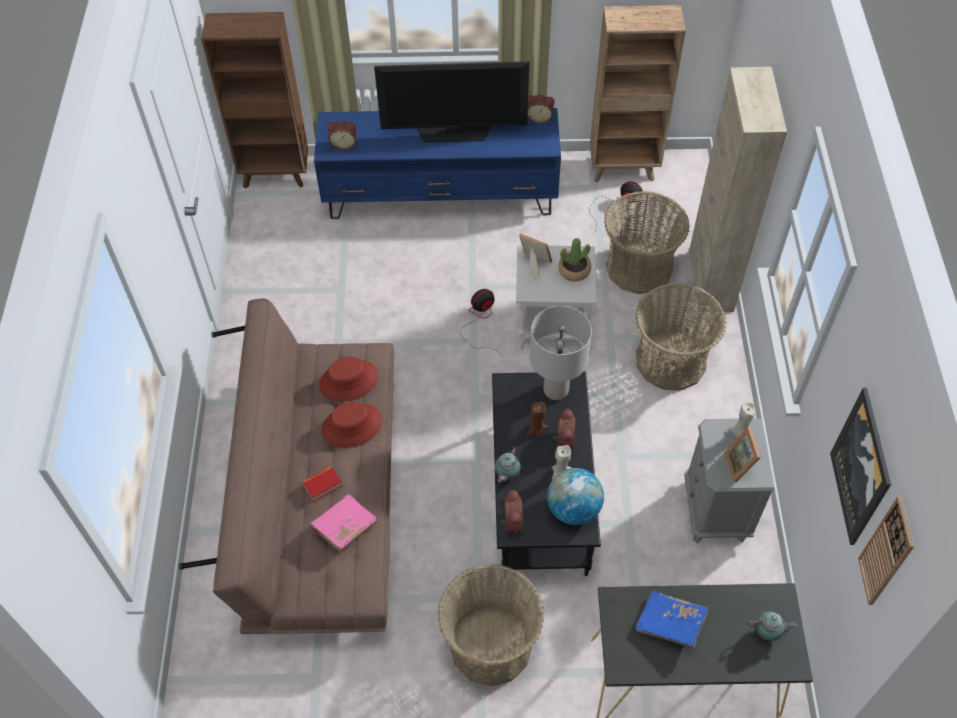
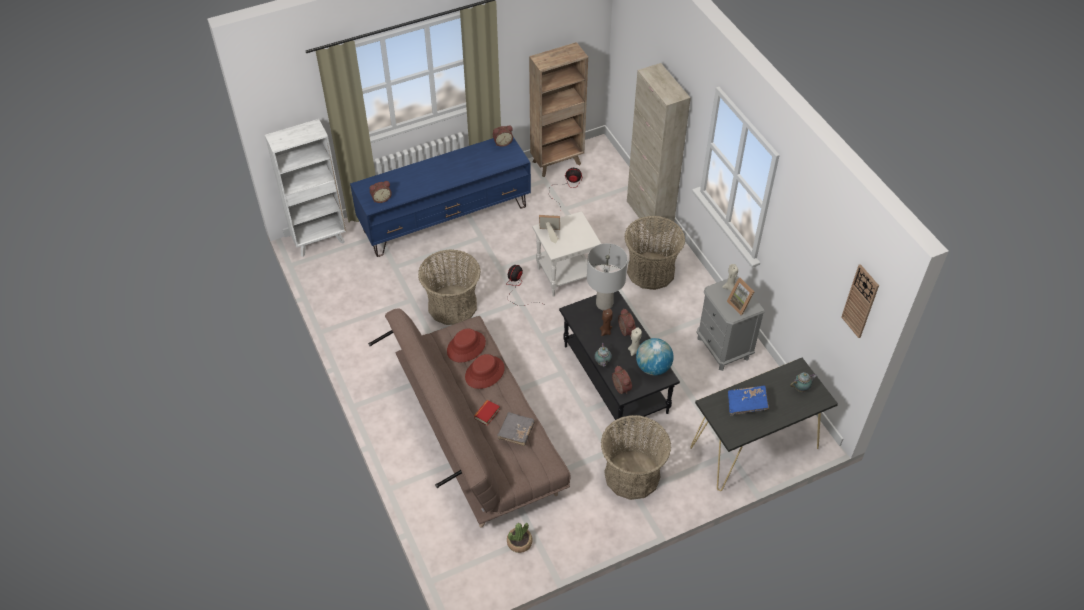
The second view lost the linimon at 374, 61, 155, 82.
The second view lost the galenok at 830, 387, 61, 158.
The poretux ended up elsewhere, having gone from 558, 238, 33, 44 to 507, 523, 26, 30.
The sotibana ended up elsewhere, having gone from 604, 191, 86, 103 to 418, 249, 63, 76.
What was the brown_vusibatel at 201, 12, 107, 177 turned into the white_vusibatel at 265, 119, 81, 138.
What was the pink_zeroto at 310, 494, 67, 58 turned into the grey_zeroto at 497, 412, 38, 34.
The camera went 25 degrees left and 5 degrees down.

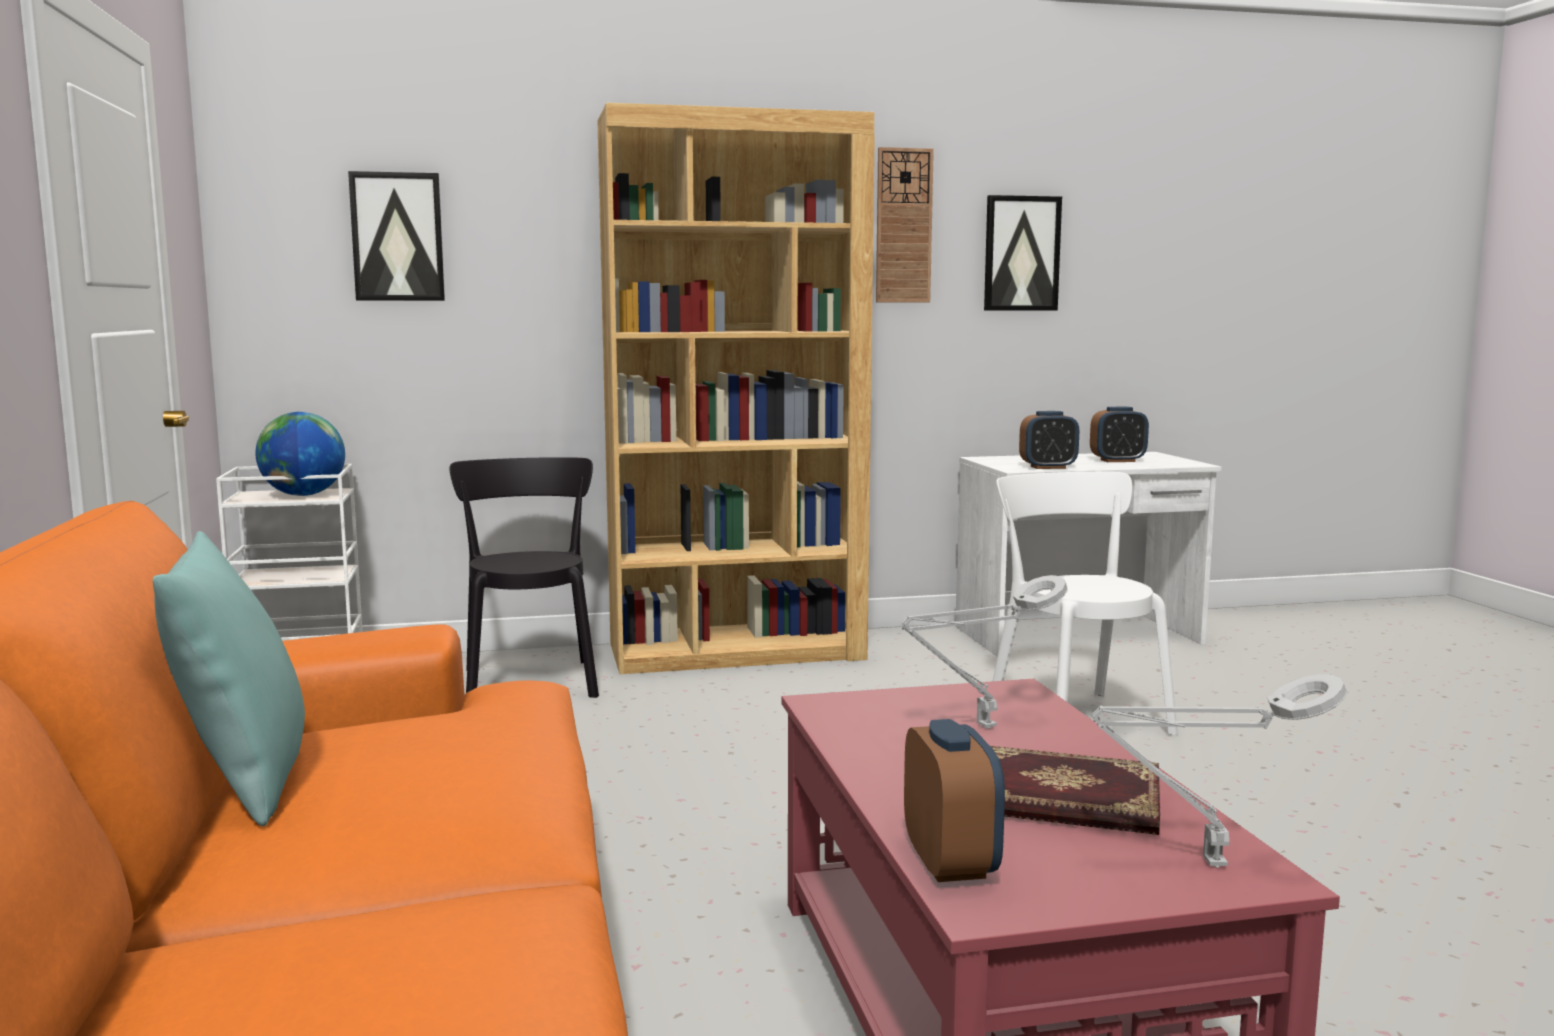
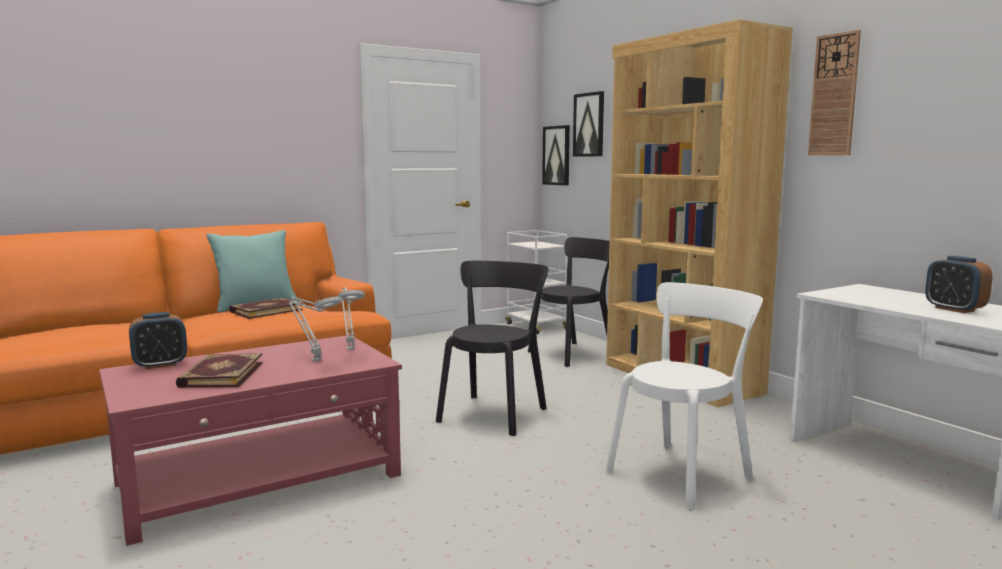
The second view lost the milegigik at 256, 412, 89, 84.
The second view lost the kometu at 1019, 411, 60, 58.
The second view gained the zeroto at 229, 298, 74, 21.
The second view gained the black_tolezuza at 436, 261, 112, 175.
The galenok ended up elsewhere, having gone from 984, 195, 78, 116 to 542, 125, 28, 60.
The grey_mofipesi ended up elsewhere, having gone from 1092, 674, 255, 194 to 338, 287, 27, 63.
The camera went 70 degrees right and 0 degrees up.

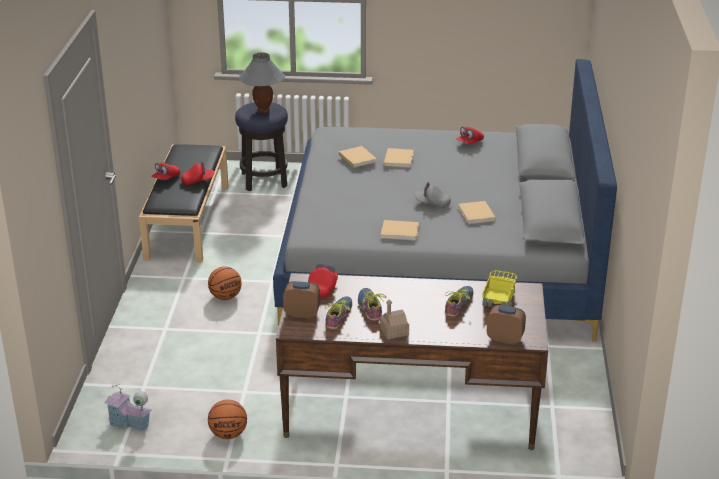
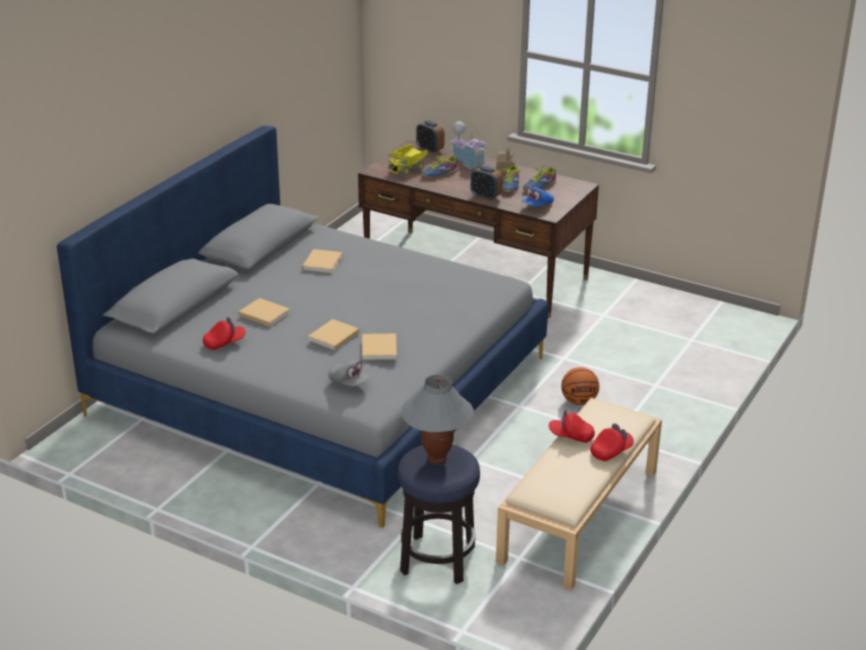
The second view lost the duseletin at 208, 400, 39, 39.
The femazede ended up elsewhere, having gone from 104, 384, 48, 47 to 451, 121, 35, 48.
The kometu ended up elsewhere, having gone from 283, 281, 37, 37 to 471, 166, 32, 35.
The beige_zeroto ended up elsewhere, having gone from 381, 220, 38, 21 to 239, 298, 51, 29.
The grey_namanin ended up elsewhere, having gone from 415, 182, 36, 26 to 328, 360, 42, 26.
What was the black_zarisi at 139, 144, 90, 119 turned into the beige_zarisi at 496, 398, 166, 192.
What was the red_namanin at 308, 263, 30, 35 turned into the blue_namanin at 522, 187, 32, 20.
The camera went 155 degrees left and 0 degrees up.

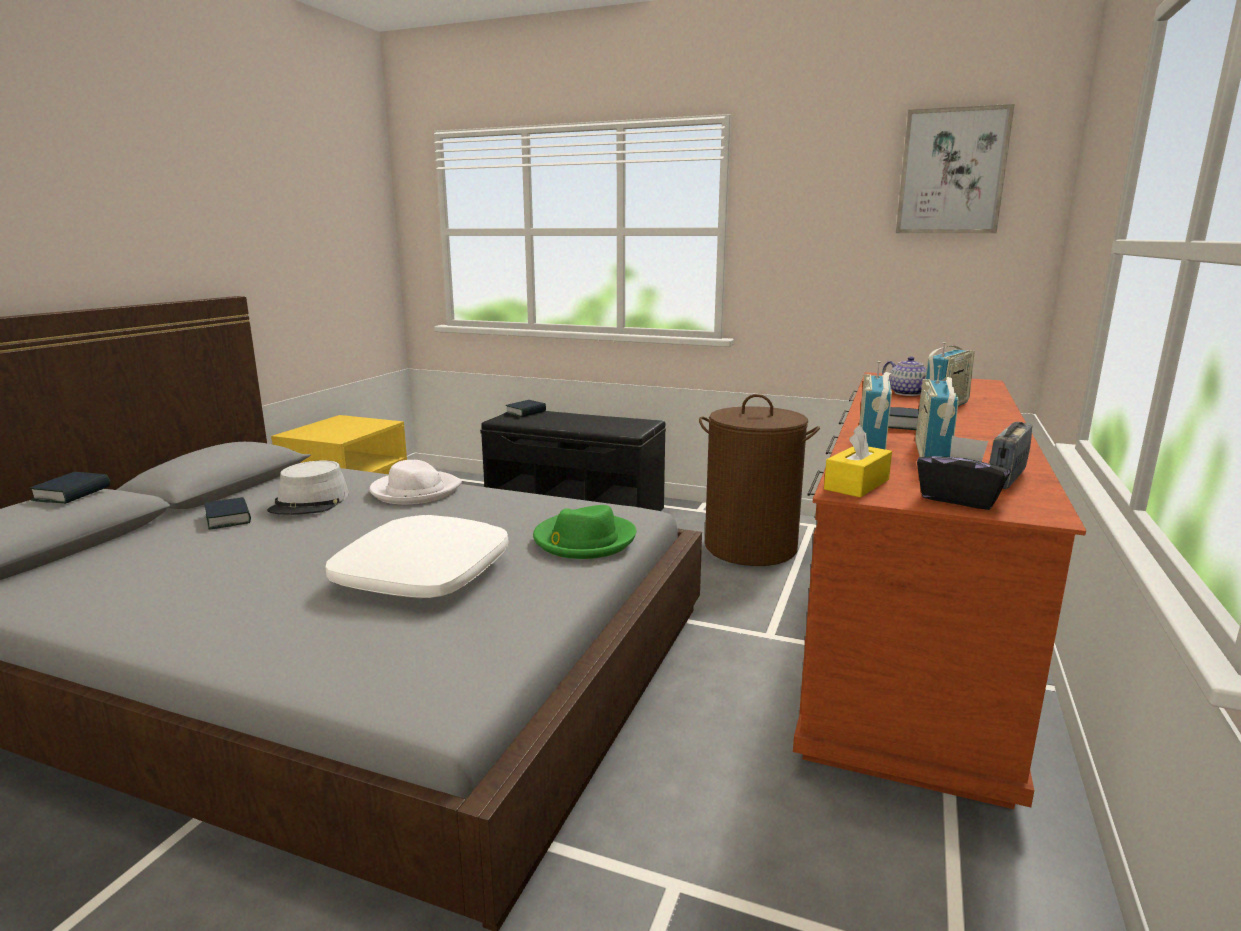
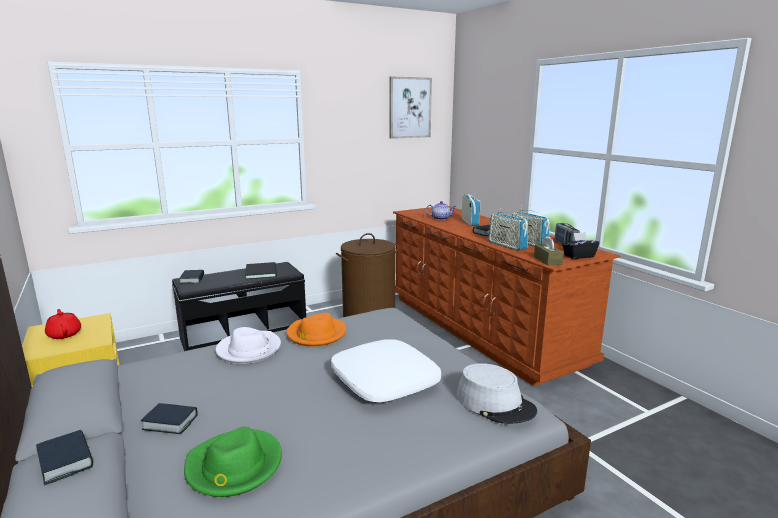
The second view gained the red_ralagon at 45, 309, 36, 30.
The second view gained the black_zeroto at 245, 262, 32, 17.
The second view gained the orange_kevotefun at 286, 313, 60, 34.
The grey_kevotefun ended up elsewhere, having gone from 267, 460, 82, 55 to 457, 363, 80, 61.
The green_kevotefun ended up elsewhere, having gone from 533, 505, 103, 54 to 184, 427, 98, 70.
What was the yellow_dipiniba at 824, 425, 68, 73 turned into the brown_dipiniba at 534, 236, 30, 29.
The camera went 50 degrees left and 0 degrees up.

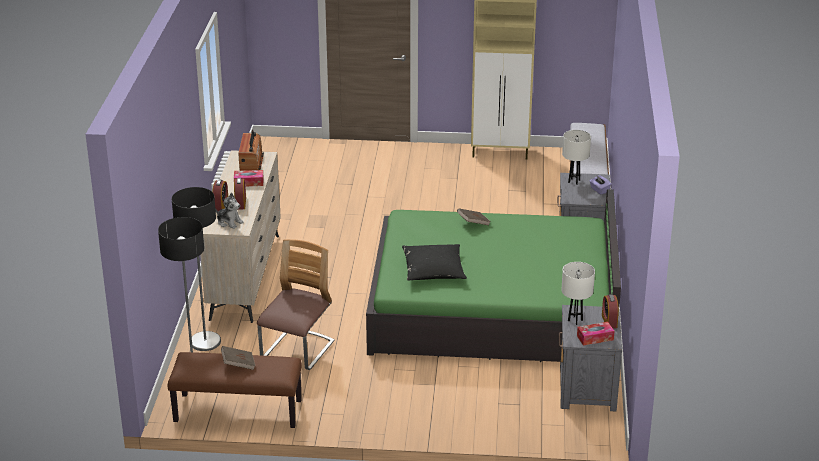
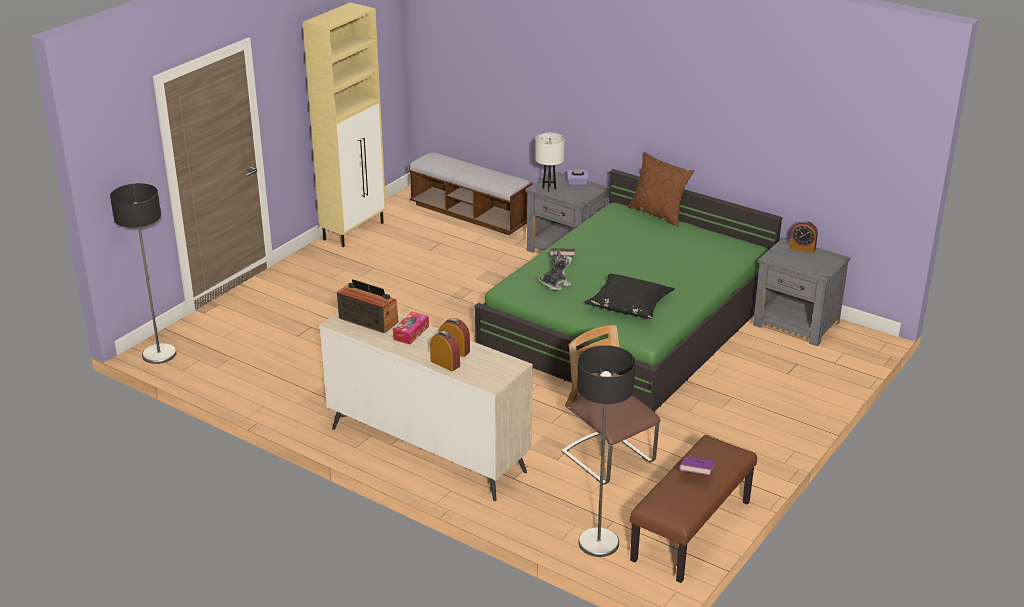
The second view lost the white_mofipesi at 561, 262, 34, 63.
The second view lost the dipiniba at 577, 322, 38, 24.
The second view gained the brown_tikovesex at 628, 152, 66, 75.
The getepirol ended up elsewhere, having gone from 172, 187, 49, 164 to 110, 183, 67, 181.
The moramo ended up elsewhere, having gone from 215, 193, 29, 36 to 539, 250, 33, 40.
What was the brown_zeroto at 221, 346, 34, 24 turned into the purple_zeroto at 679, 456, 36, 19.
The camera went 60 degrees left and 0 degrees up.

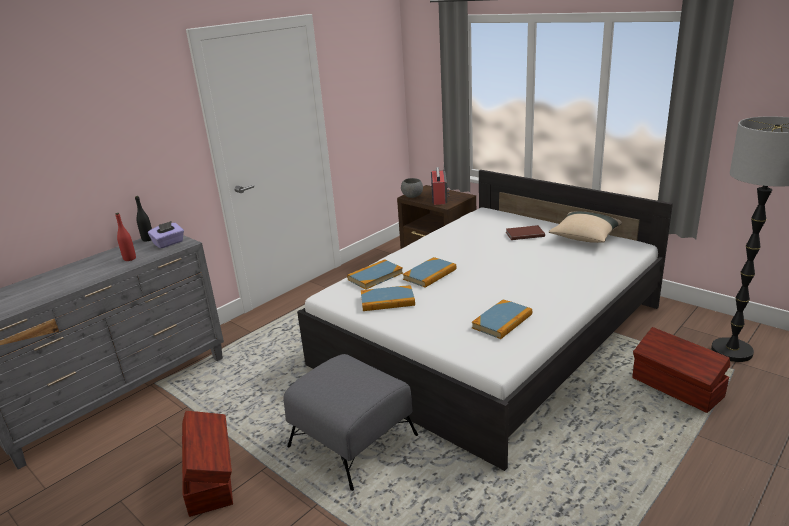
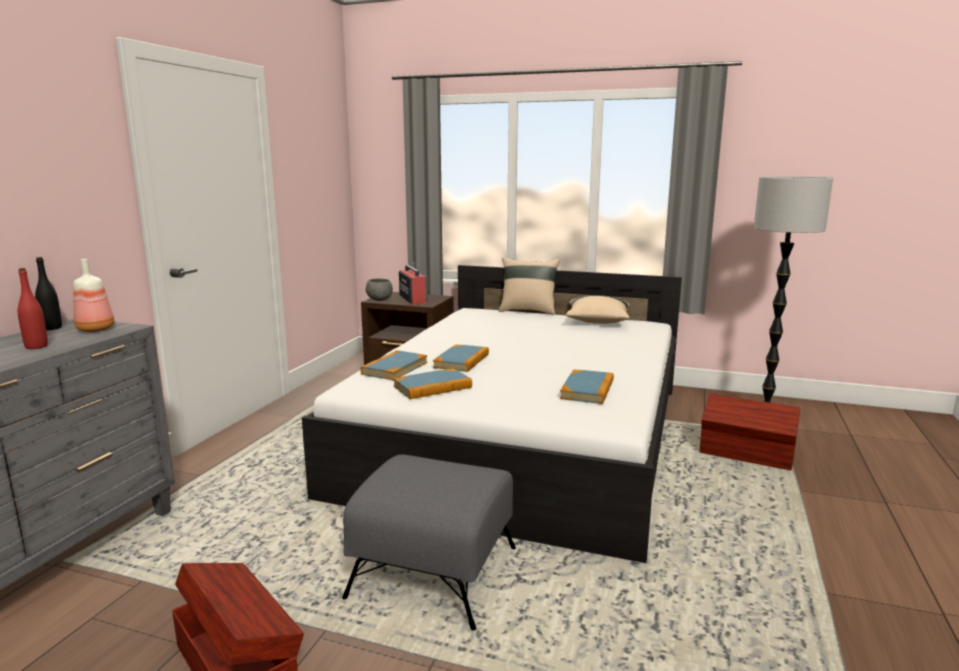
The second view lost the brown_zeroto at 506, 225, 39, 15.
The second view gained the beige_tikovesex at 499, 257, 61, 58.
Where the purple_dipiniba stood at 148, 221, 36, 27, the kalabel came to stand at 73, 259, 41, 73.
The camera went 25 degrees left and 10 degrees down.

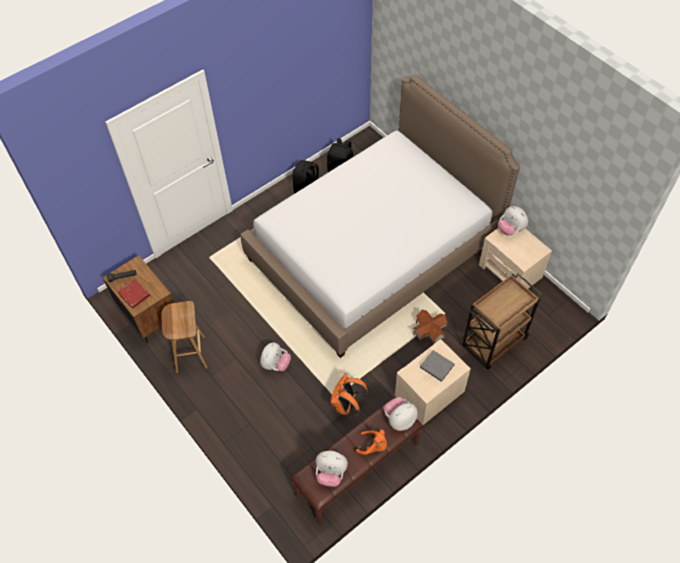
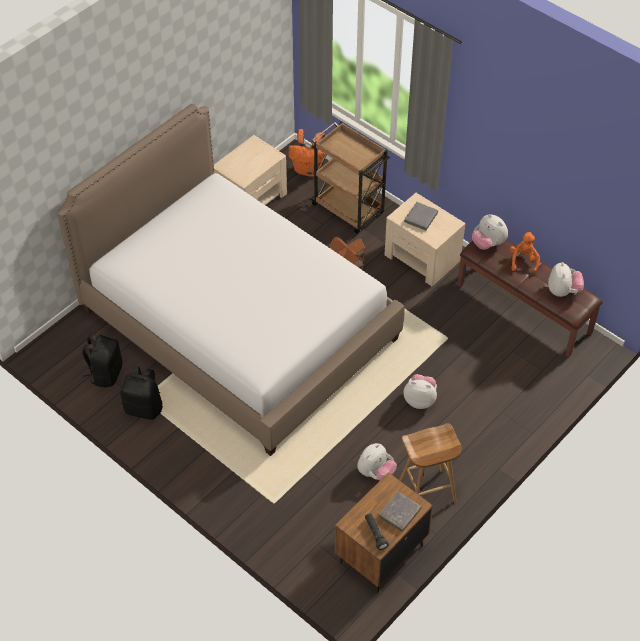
The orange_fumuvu ended up elsewhere, having gone from 331, 372, 37, 44 to 289, 129, 37, 48.
The moramo ended up elsewhere, having gone from 498, 206, 30, 29 to 357, 443, 40, 38.
What was the red_zeroto at 118, 279, 32, 29 turned into the grey_zeroto at 378, 491, 44, 41.
The camera went 100 degrees left and 5 degrees down.

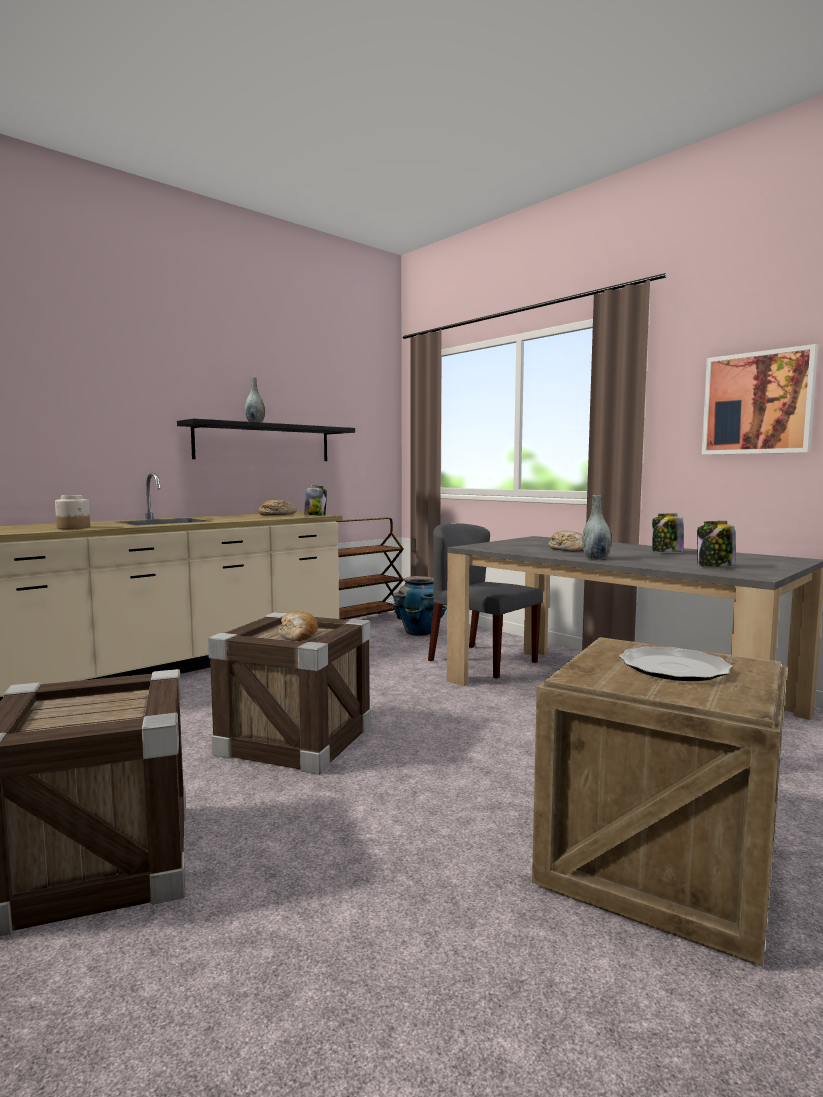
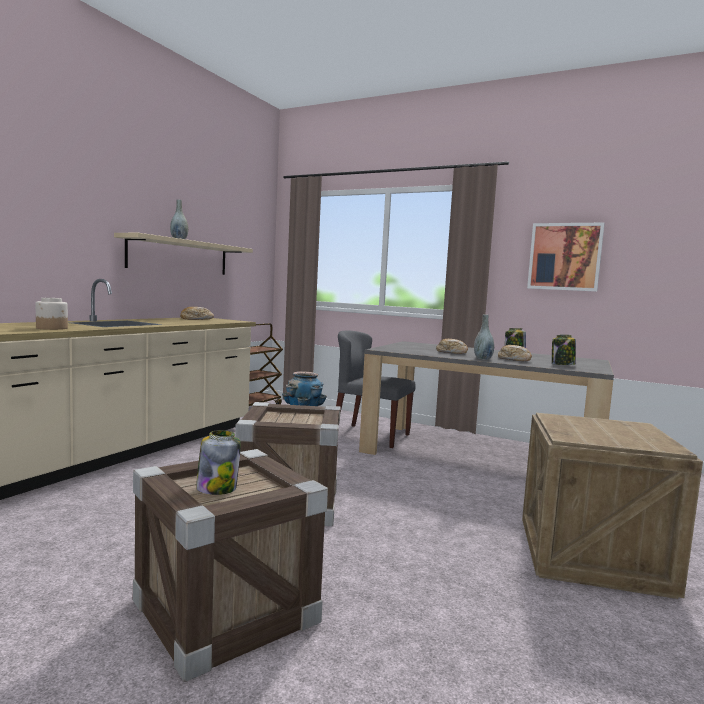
The second view lost the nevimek at 619, 646, 114, 35.
The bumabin ended up elsewhere, having gone from 279, 611, 39, 30 to 498, 345, 34, 16.
The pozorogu ended up elsewhere, having gone from 304, 485, 23, 31 to 196, 430, 45, 65.
What was the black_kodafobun at 177, 419, 178, 42 turned into the beige_kodafobun at 114, 233, 139, 42.
The camera went 20 degrees left and 0 degrees up.

